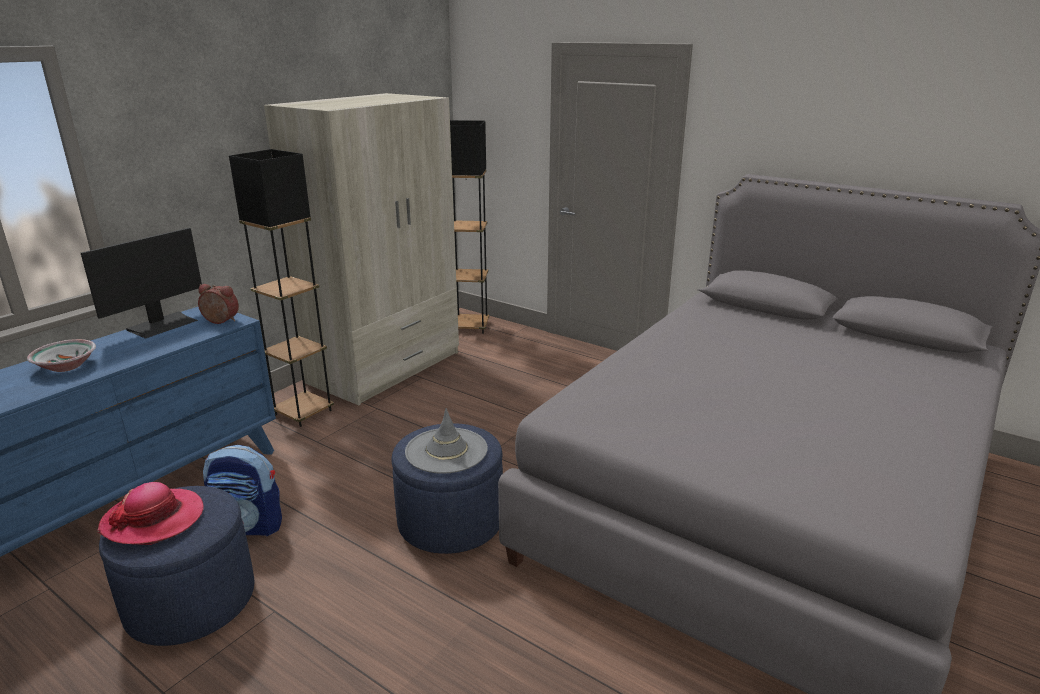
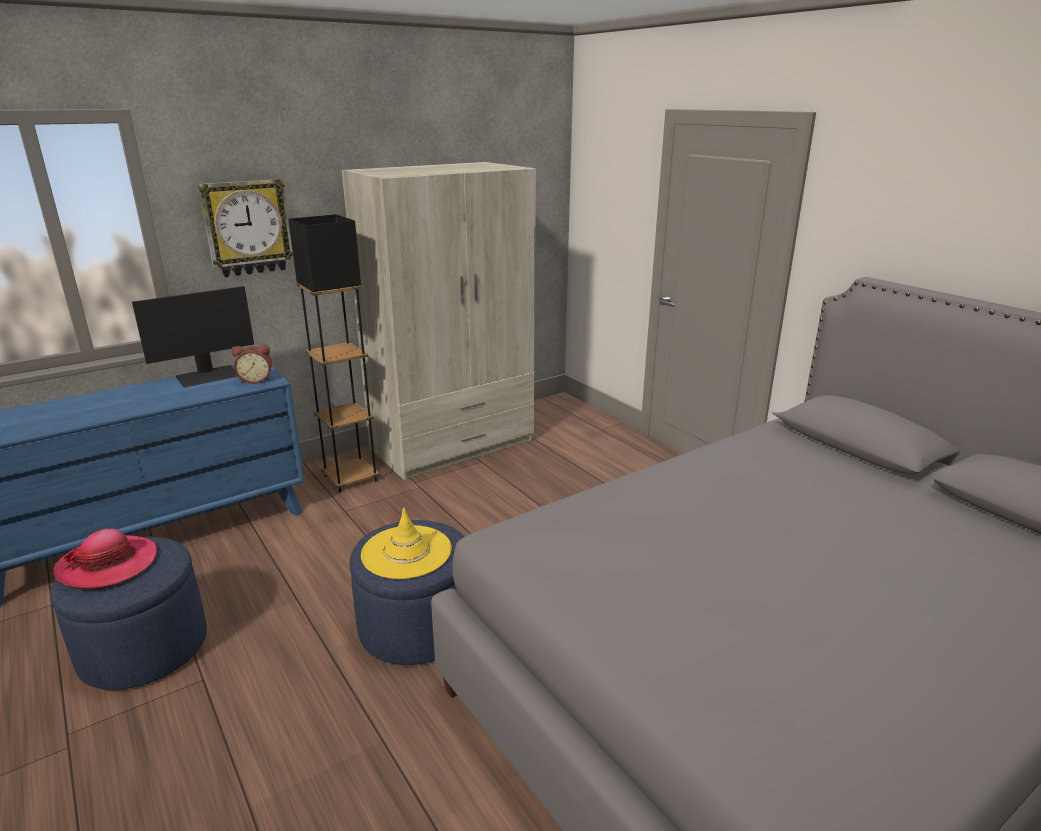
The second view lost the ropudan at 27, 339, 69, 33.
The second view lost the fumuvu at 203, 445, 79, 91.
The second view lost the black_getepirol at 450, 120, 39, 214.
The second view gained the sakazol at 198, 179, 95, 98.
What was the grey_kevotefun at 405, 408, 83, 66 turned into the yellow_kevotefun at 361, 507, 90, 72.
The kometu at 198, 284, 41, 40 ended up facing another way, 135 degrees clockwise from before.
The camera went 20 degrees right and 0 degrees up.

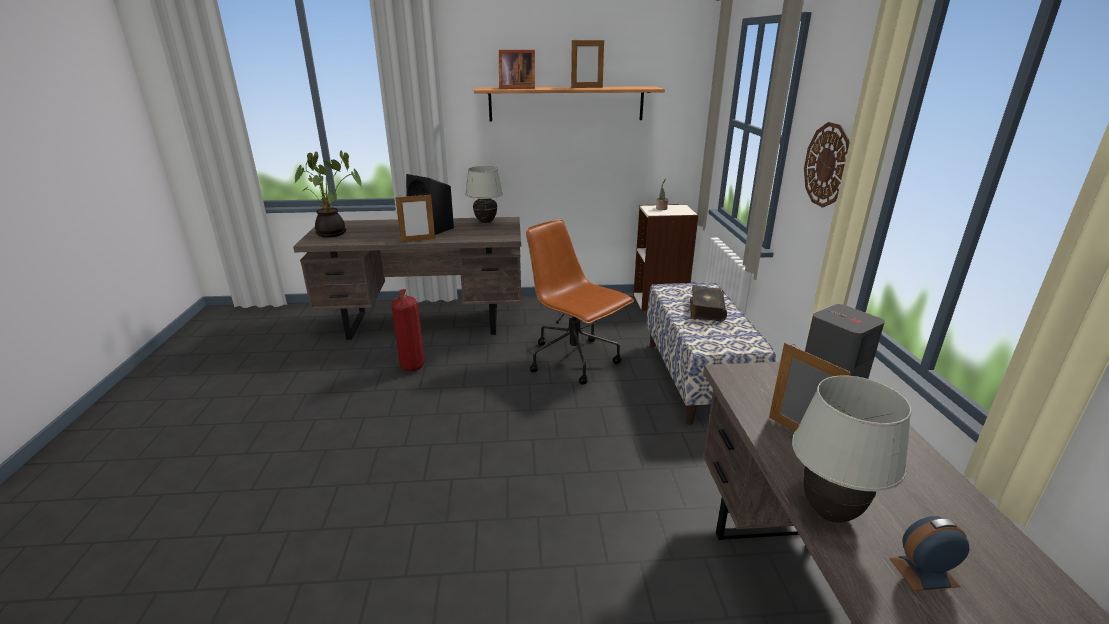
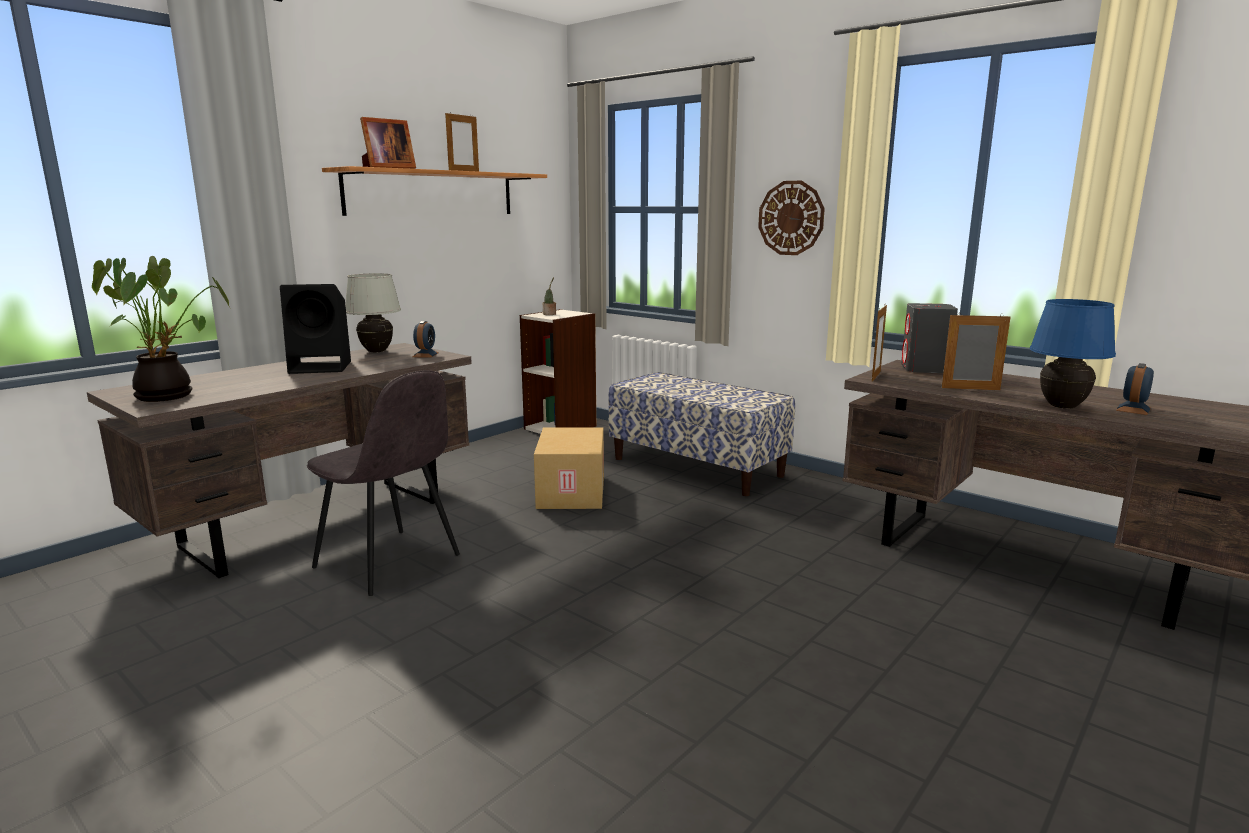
The second view lost the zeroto at 690, 285, 37, 37.
The second view gained the kometu at 413, 321, 26, 37.
The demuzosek ended up elsewhere, having gone from 395, 193, 40, 49 to 872, 305, 15, 77.
Where the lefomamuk stood at 391, 289, 33, 82, the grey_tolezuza came to stand at 307, 370, 153, 226.
Where the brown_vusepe stood at 526, 219, 108, 166, the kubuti came to stand at 534, 427, 70, 82.
What was the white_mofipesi at 792, 375, 120, 148 turned into the blue_mofipesi at 1030, 299, 86, 110.
The camera went 45 degrees left and 10 degrees down.

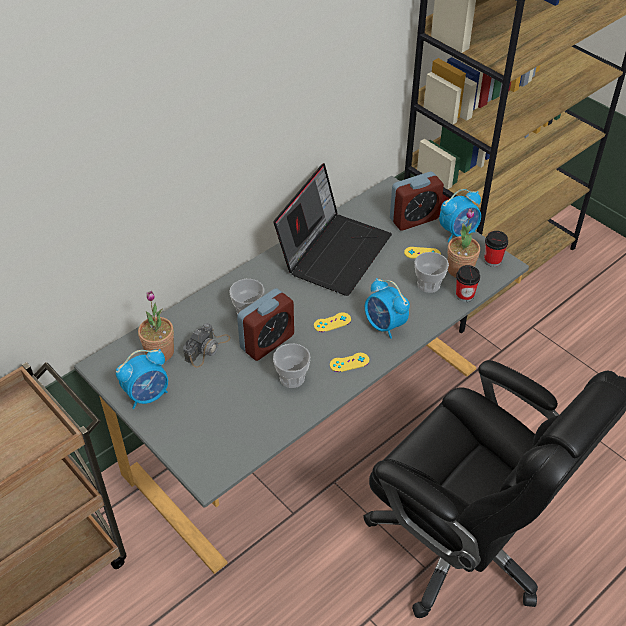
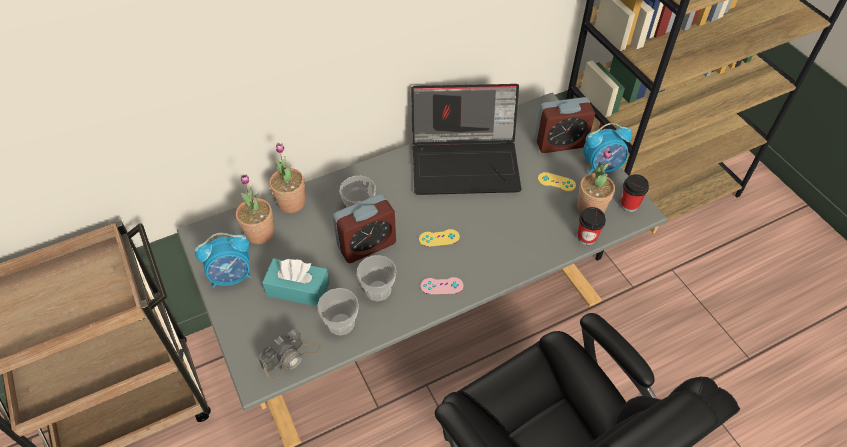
The second view lost the kometu at 365, 278, 45, 61.
The second view gained the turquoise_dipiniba at 262, 258, 68, 48.
The second view gained the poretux at 269, 143, 36, 70.
The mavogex ended up elsewhere, having gone from 183, 323, 48, 45 to 258, 329, 63, 51.
The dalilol ended up elsewhere, having gone from 414, 252, 35, 41 to 317, 288, 42, 48.
What was the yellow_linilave at 330, 353, 39, 19 turned into the pink_linilave at 420, 277, 43, 17.
The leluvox at 274, 163, 118, 133 ended up facing another way, 45 degrees clockwise from before.
The camera went 15 degrees right and 5 degrees up.

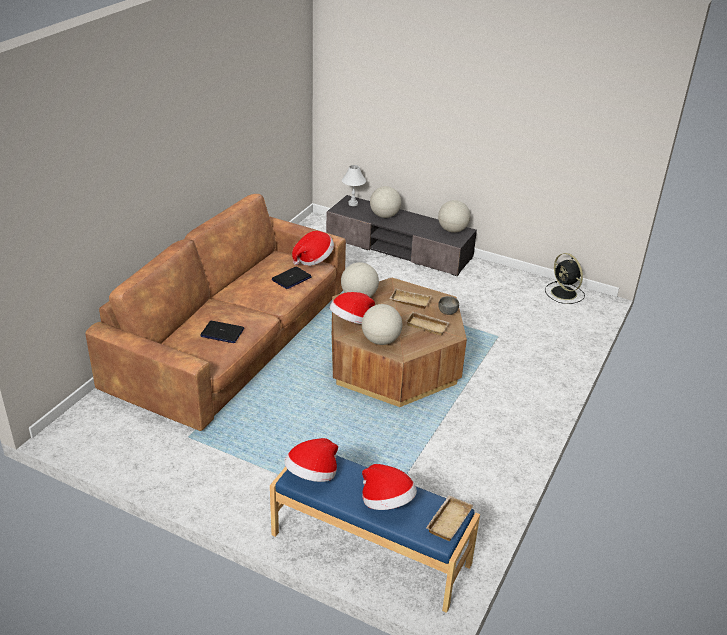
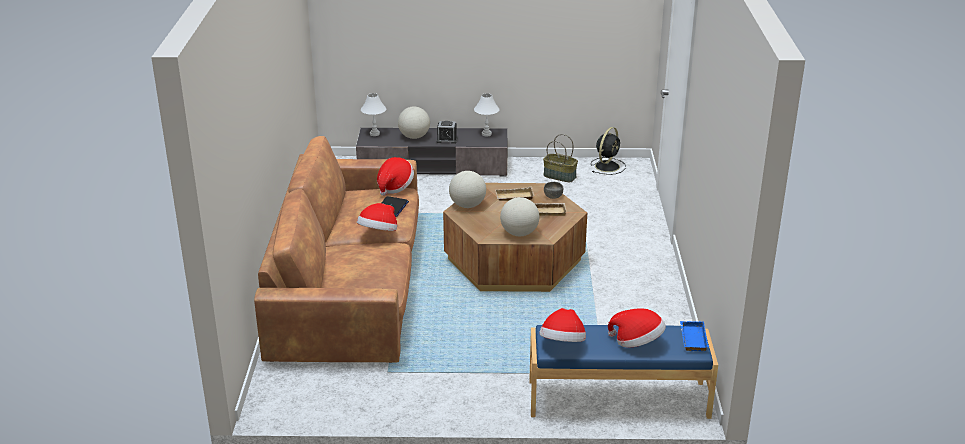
The second view lost the leluvox at 200, 321, 44, 22.
The second view gained the kometu at 437, 121, 20, 23.
The second view gained the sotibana at 543, 134, 35, 48.
The kevotefun ended up elsewhere, having gone from 330, 292, 45, 32 to 357, 203, 40, 28.
Where the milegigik stood at 438, 200, 32, 33, the white_mofipesi came to stand at 474, 93, 26, 43.
What was the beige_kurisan at 426, 495, 48, 46 turned into the blue_kurisan at 680, 321, 29, 30.
The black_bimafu at 545, 253, 40, 51 ended up facing another way, 90 degrees counterclockwise from before.
The camera went 25 degrees left and 5 degrees down.

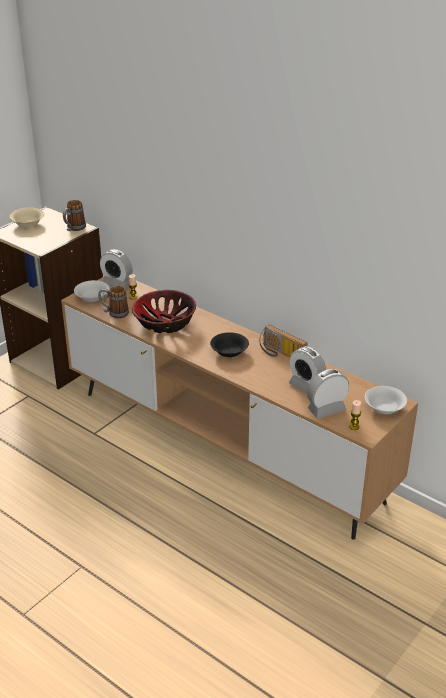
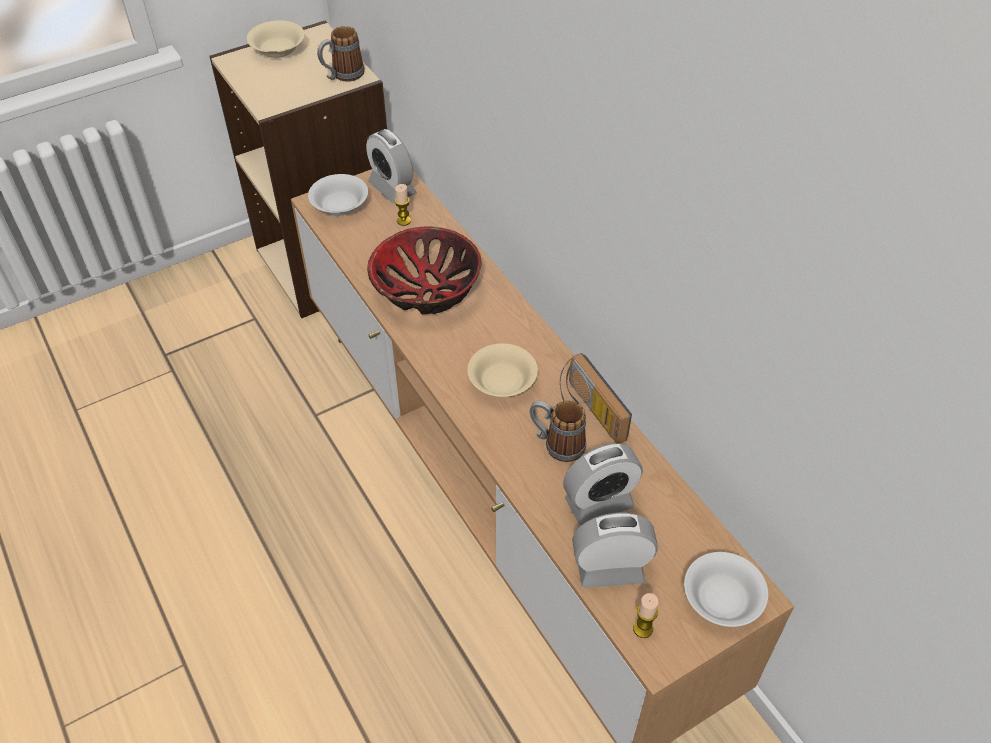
The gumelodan ended up elsewhere, having gone from 98, 286, 31, 32 to 530, 400, 56, 62.
What was the black_ropudan at 210, 332, 39, 25 turned into the beige_ropudan at 467, 343, 71, 54.
The kometu at 289, 346, 38, 48 ended up facing another way, 90 degrees counterclockwise from before.
The camera went 20 degrees right and 15 degrees up.

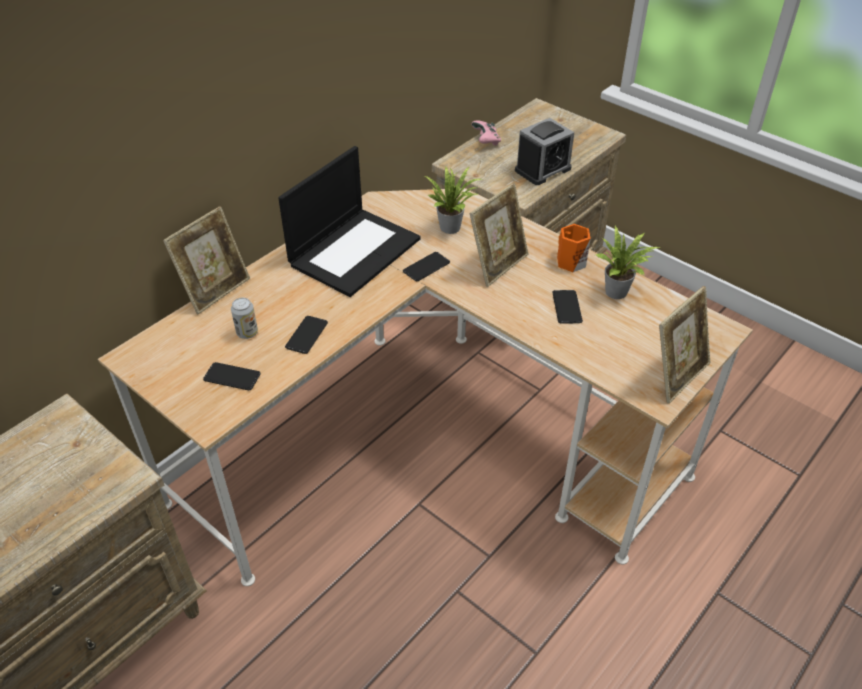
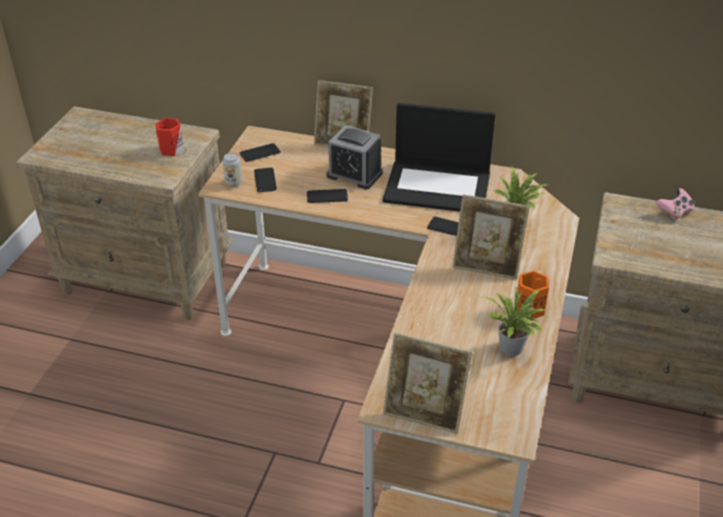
The second view gained the red_gumelodan at 155, 118, 29, 38.
The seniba ended up elsewhere, having gone from 231, 298, 27, 41 to 222, 153, 20, 34.
The kometu ended up elsewhere, having gone from 515, 118, 59, 67 to 327, 125, 56, 64.
The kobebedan ended up elsewhere, having gone from 552, 290, 31, 34 to 240, 143, 41, 19.
The camera went 65 degrees right and 5 degrees down.

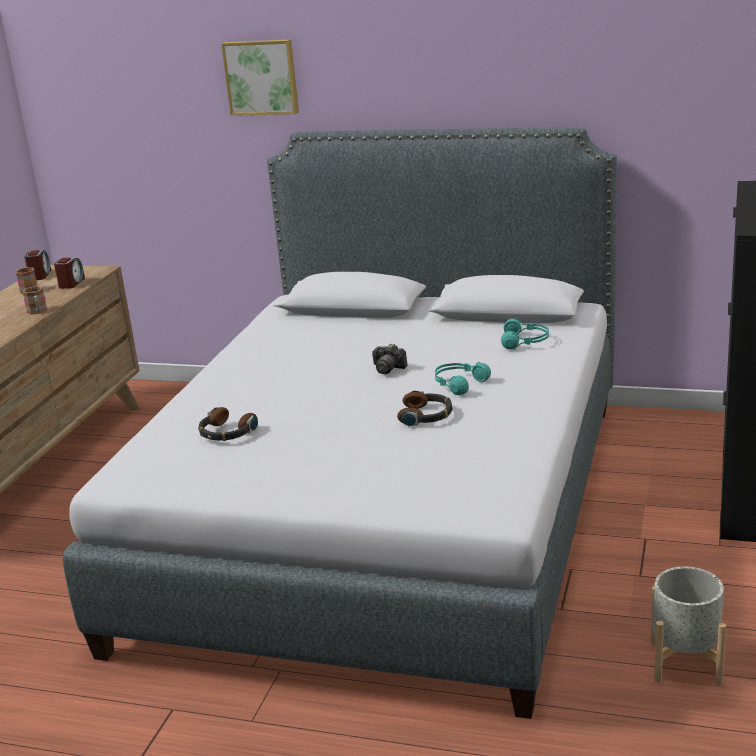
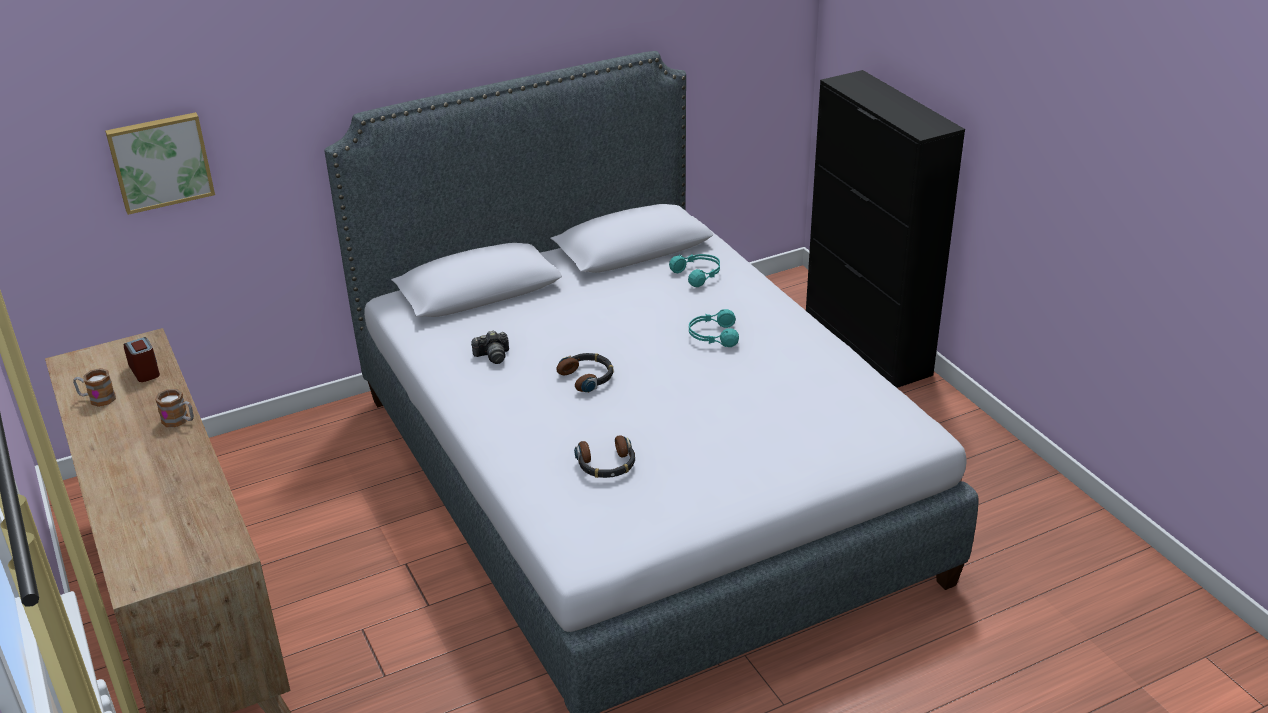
The second view lost the kometu at 24, 250, 27, 30.
The second view lost the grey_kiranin at 651, 567, 75, 118.
The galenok ended up elsewhere, having gone from 221, 39, 78, 77 to 105, 112, 110, 103.
The mavogex ended up elsewhere, having gone from 372, 344, 36, 30 to 471, 330, 38, 34.
The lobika ended up elsewhere, having gone from 397, 390, 56, 36 to 556, 353, 58, 40.
The camera went 45 degrees left and 10 degrees up.

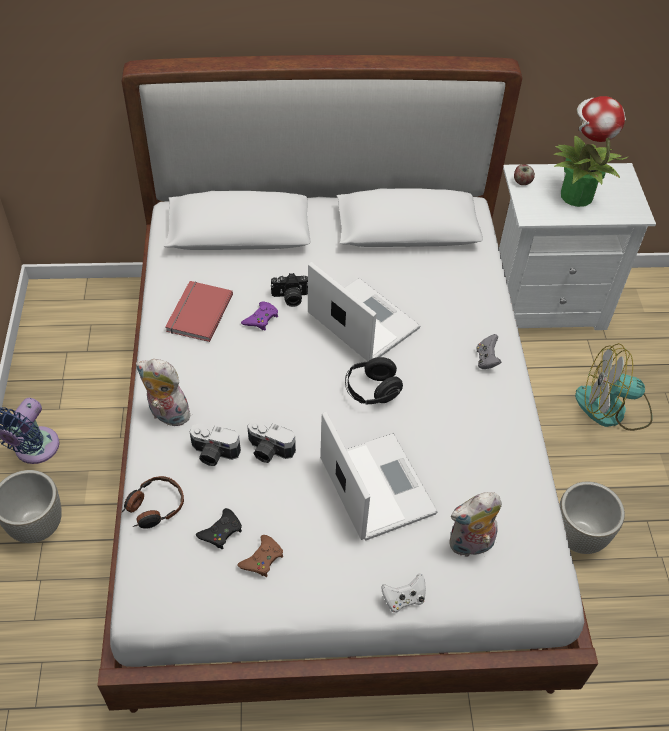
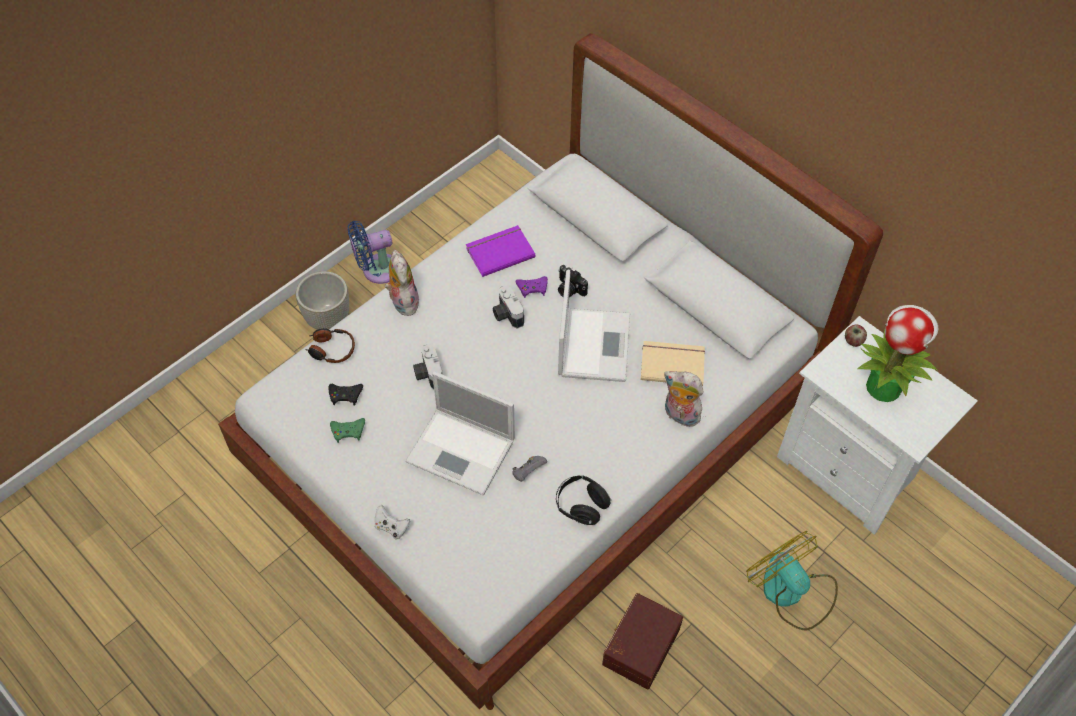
The second view gained the beige_zeroto at 641, 341, 64, 45.
The mavogex ended up elsewhere, having gone from 190, 424, 51, 42 to 492, 285, 32, 44.
The black_lobika ended up elsewhere, having gone from 345, 357, 58, 48 to 556, 475, 55, 50.
The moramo ended up elsewhere, having gone from 449, 492, 53, 65 to 664, 371, 40, 56.
The grey_linilave ended up elsewhere, having gone from 476, 334, 25, 35 to 512, 456, 35, 26.
Where the grey_kiranin stood at 559, 481, 66, 73, the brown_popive came to stand at 602, 593, 81, 96.
What was the red_zeroto at 165, 281, 68, 61 turned into the purple_zeroto at 466, 225, 70, 52.
What was the brown_linilave at 237, 535, 46, 42 turned into the green_linilave at 330, 418, 35, 25.
The leluvox at 320, 411, 118, 130 ended up facing another way, 90 degrees clockwise from before.
The camera went 50 degrees right and 5 degrees up.

